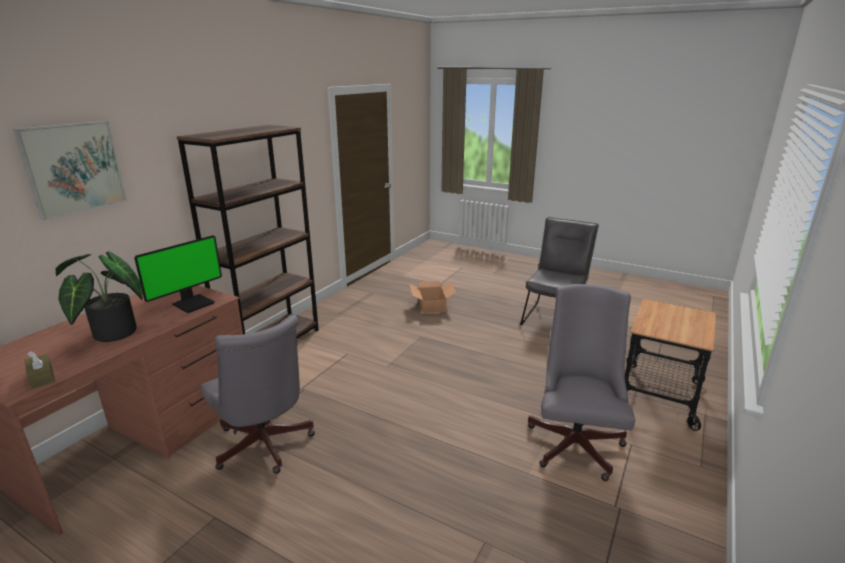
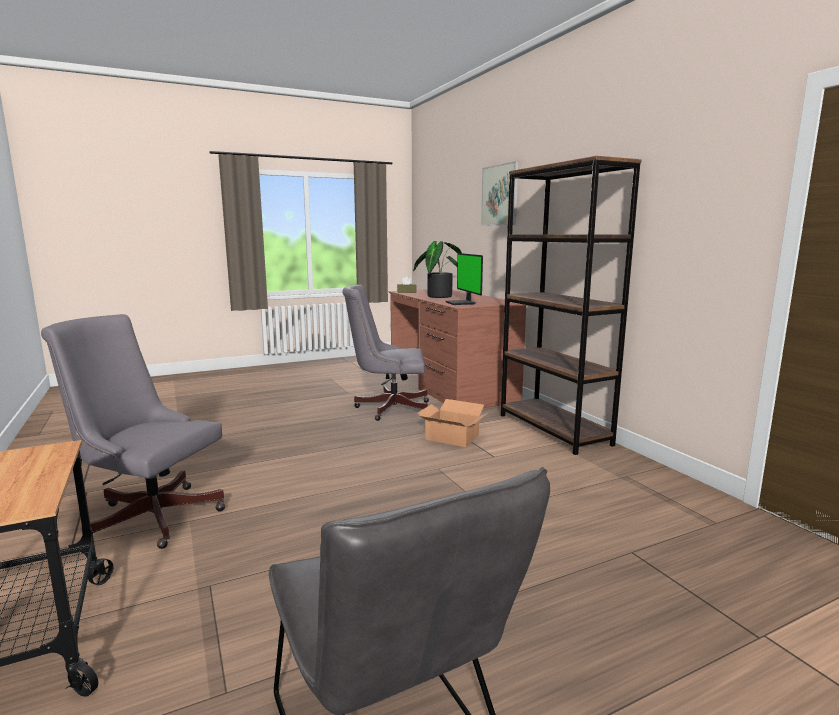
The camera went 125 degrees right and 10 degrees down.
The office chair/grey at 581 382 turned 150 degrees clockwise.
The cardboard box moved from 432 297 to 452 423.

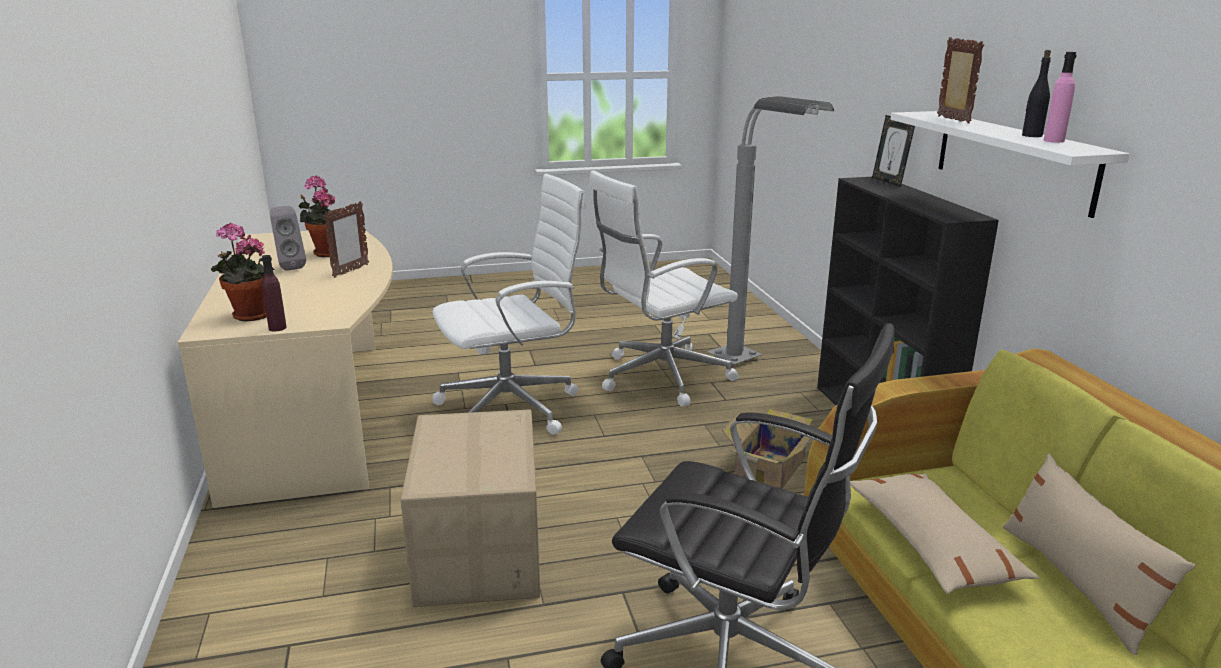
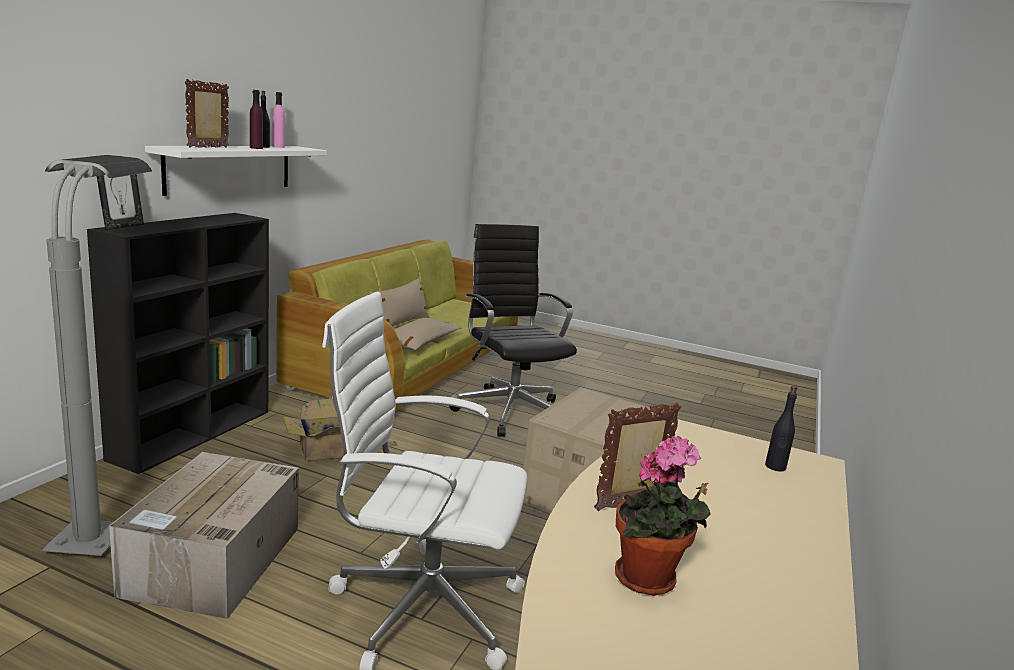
The camera went 145 degrees left and 5 degrees down.
The office chair/white at 664 288 was replaced by the cardboard box at 204 535.
The bottle/purple moved from 274 293 to 256 119.
The potted plant at 243 271 was replaced by the bottle/black at 781 428.
The speaker/grey at 288 238 disappeared.

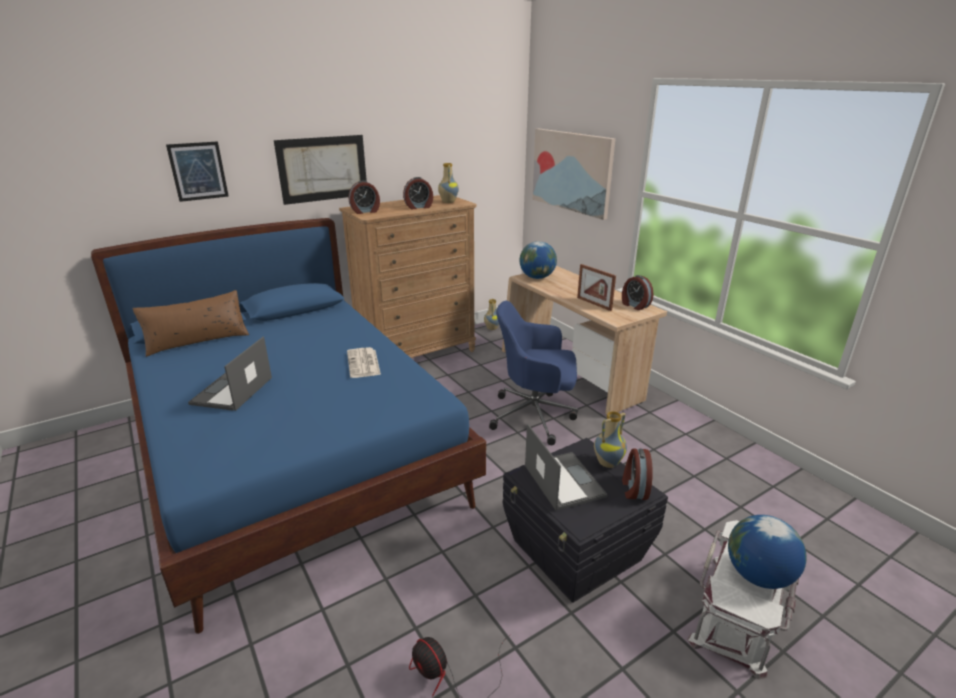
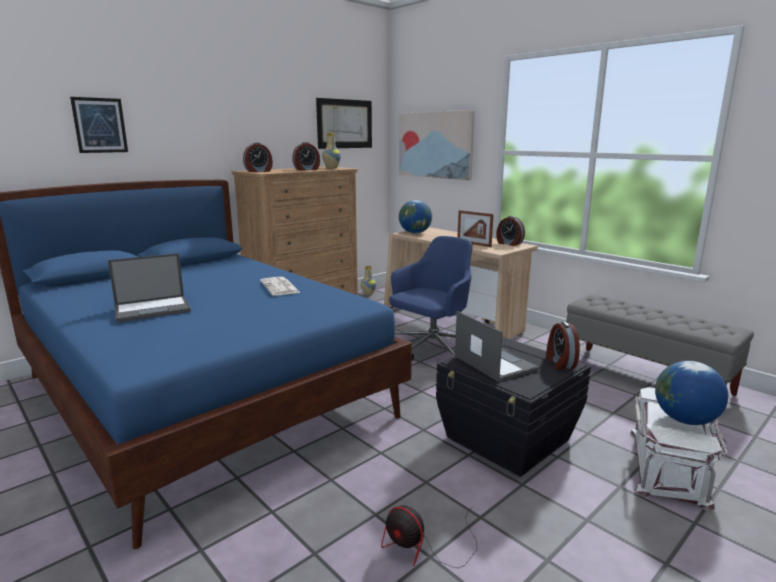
The camera went 10 degrees left and 10 degrees down.
The laptop at 230 374 turned 120 degrees counterclockwise.
The picture moved from 320 170 to 344 123.
The office chair/blue at 533 373 turned 135 degrees clockwise.
The bench/grey at 660 345 appeared.
The pillow/brown at 190 323 disappeared.
The vase at 610 439 disappeared.

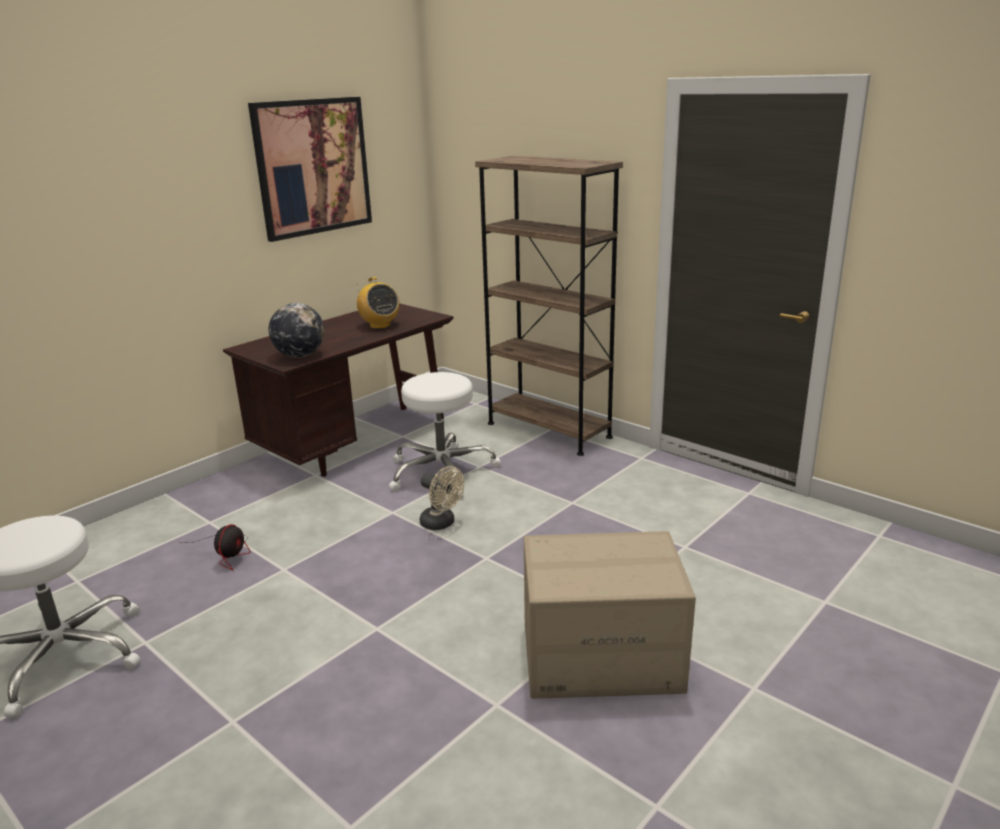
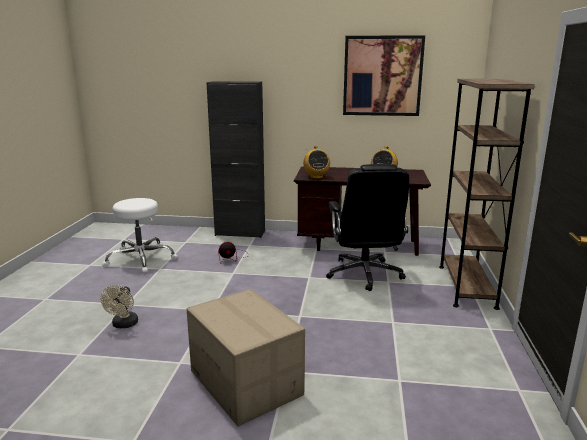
The camera went 55 degrees right and 5 degrees down.
The fan/beige moved from 442 498 to 119 306.
The cabinet/black at 235 159 appeared.
The globe at 296 330 was replaced by the radio at 316 162.
The stool/white at 445 435 was replaced by the office chair/black at 367 227.

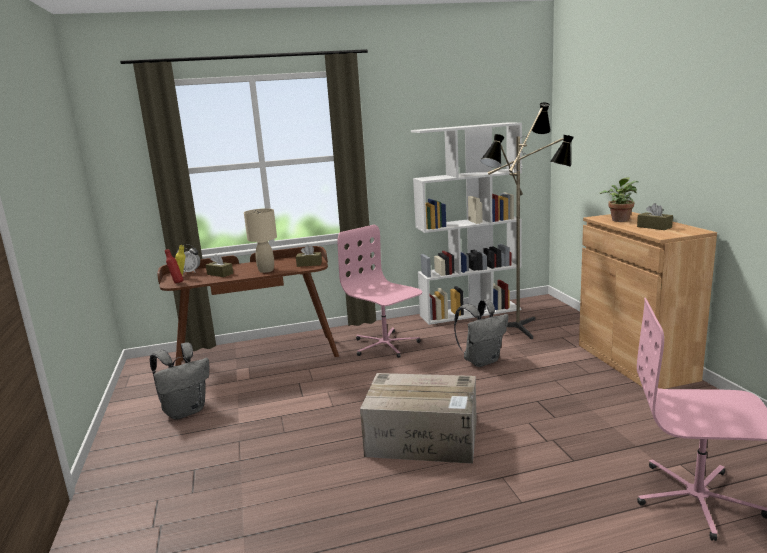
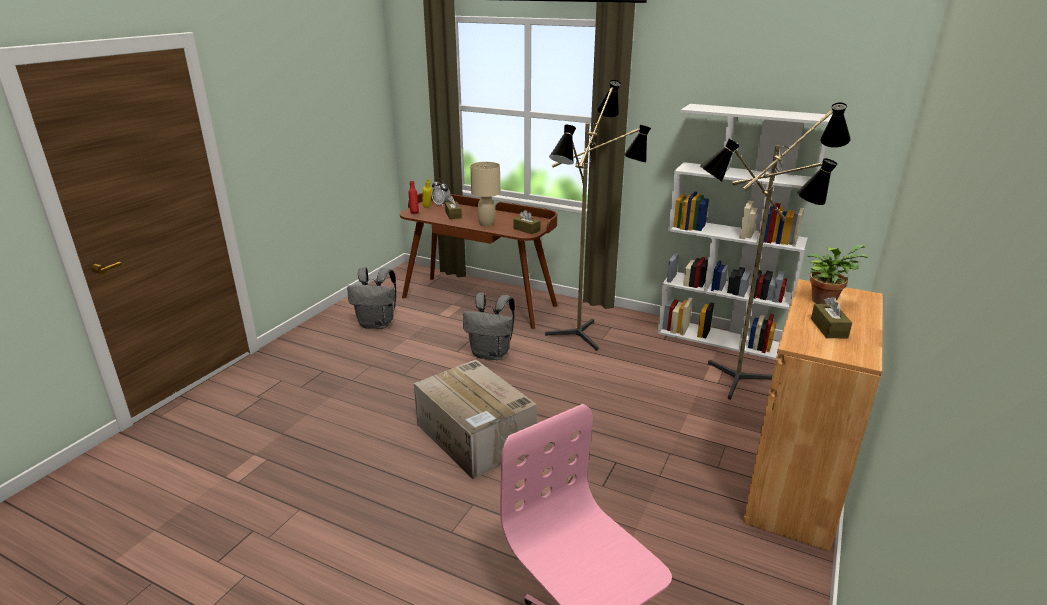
The camera went 40 degrees right and 10 degrees up.
The backpack/grey moved from 481 333 to 489 326.
The office chair/pink at 379 291 was replaced by the floor lamp at 598 215.

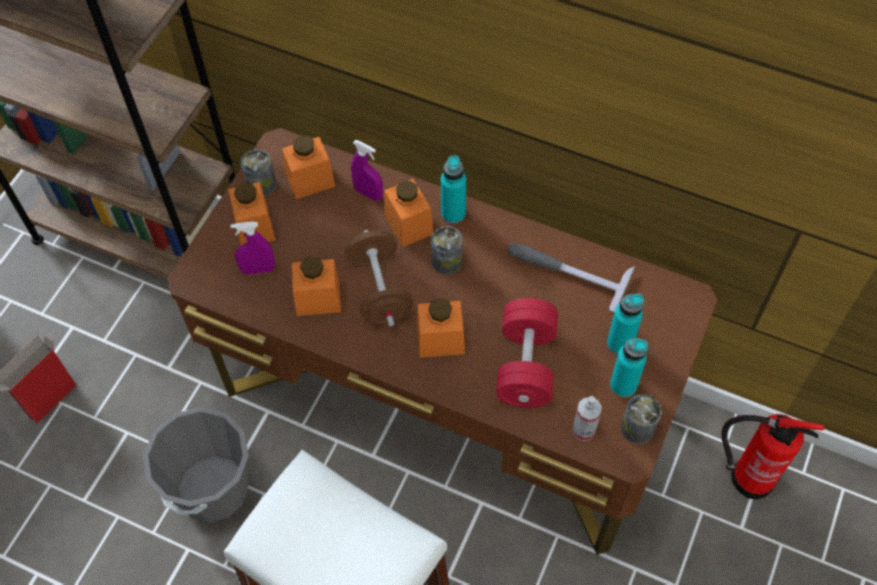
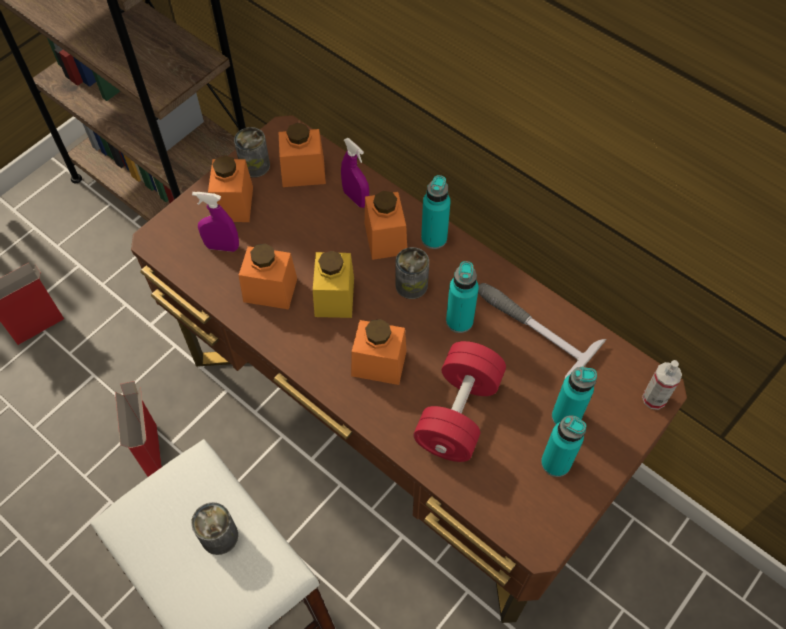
The camera went 15 degrees right and 0 degrees up.
The bucket/grey at 196 465 was replaced by the cardboard box at 138 429.
The can moved from 641 419 to 214 528.
The dumbbell/brown at 379 278 was replaced by the jar/yellow at 333 284.
The bottle/turquoise at 462 297 appeared.
The spray bottle moved from 587 418 to 662 385.
The fire extinguisher at 772 456 disappeared.

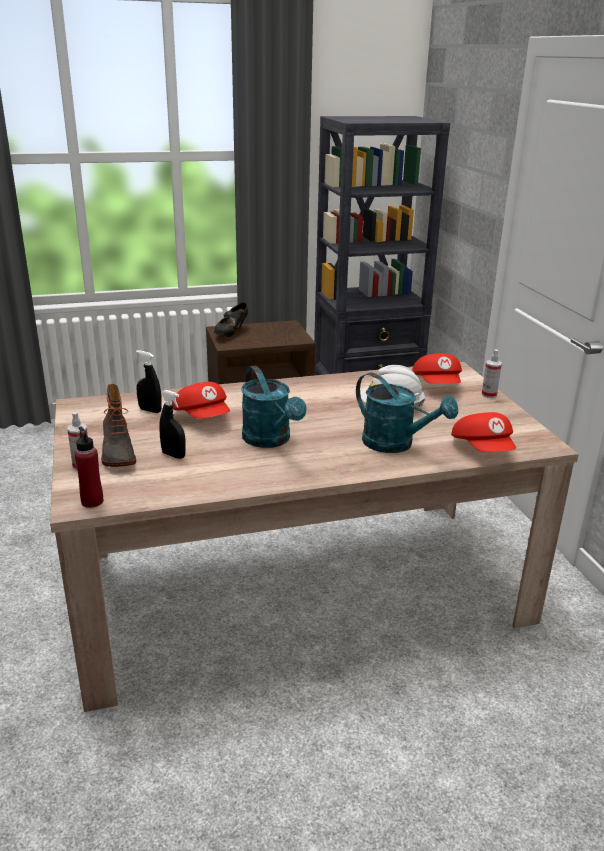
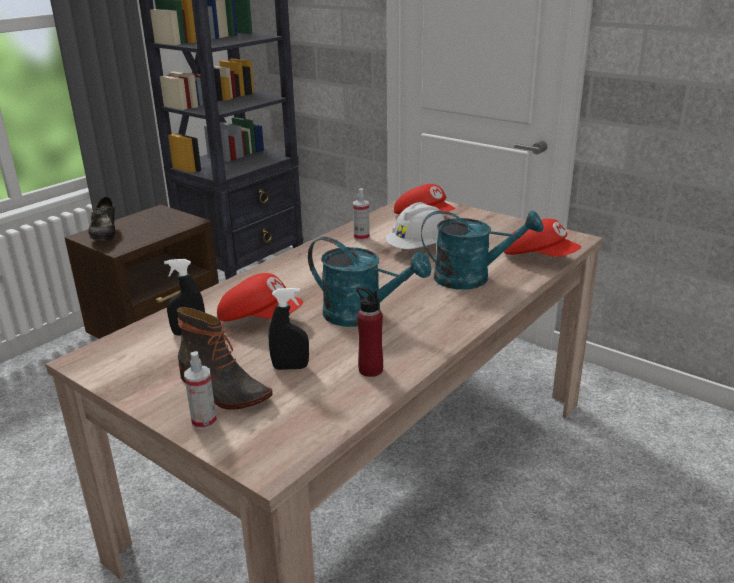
The camera went 35 degrees left and 0 degrees up.
The spray bottle moved from 492 374 to 361 214.
The bottle/red moved from 89 467 to 369 332.

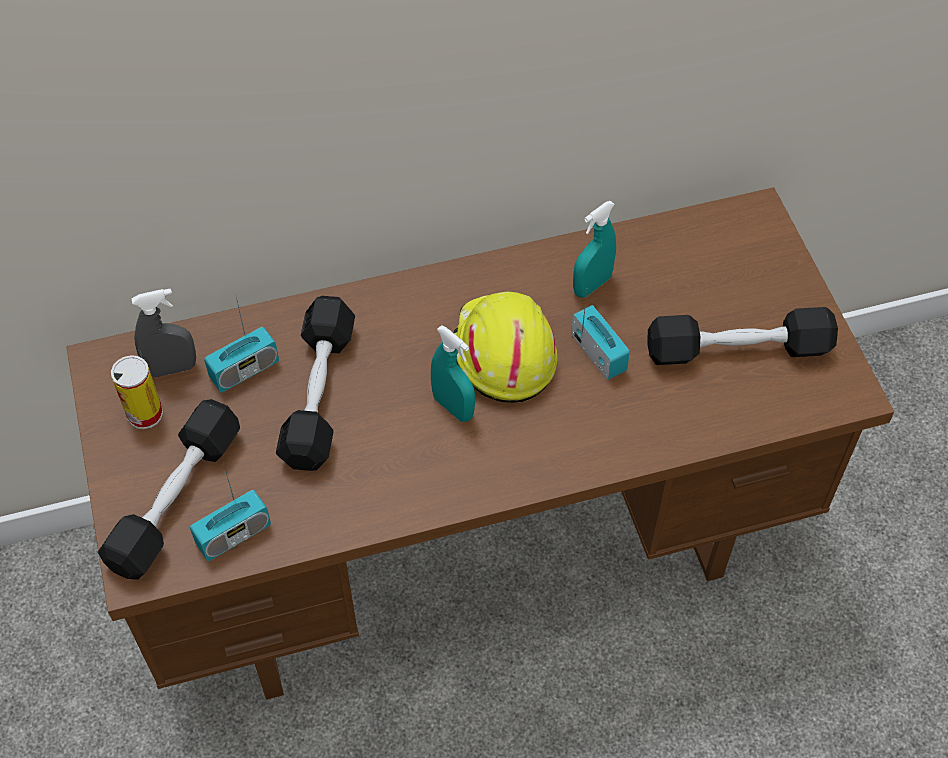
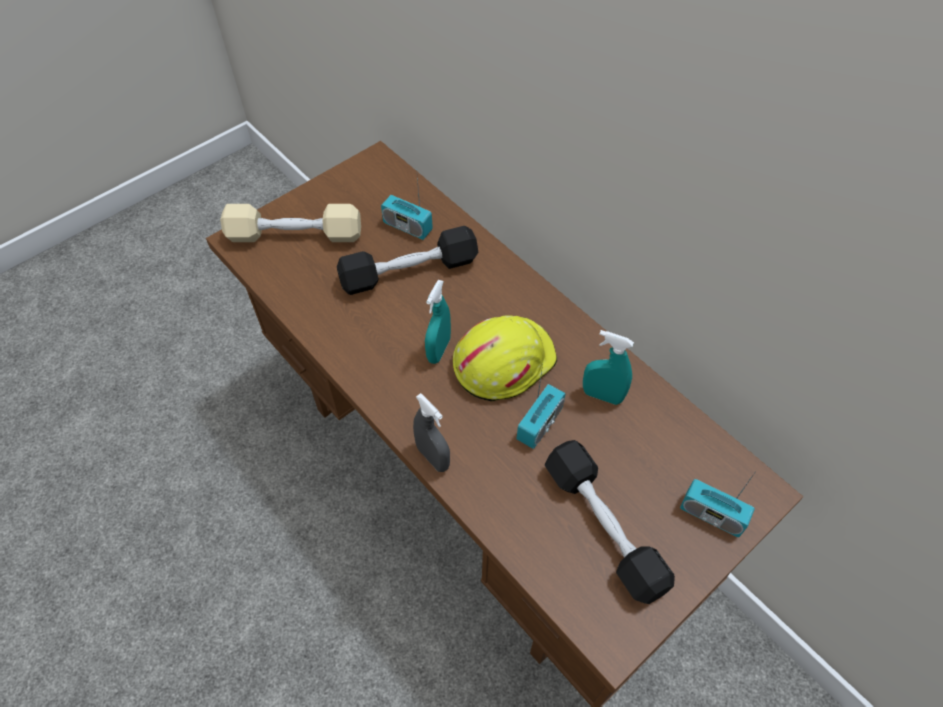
The camera went 65 degrees right and 0 degrees up.
The dumbbell/black at 169 489 became the dumbbell/beige at 290 223.
The spray bottle/grey moved from 164 332 to 431 432.
The radio moved from 230 511 to 718 504.
The can at 137 392 disappeared.

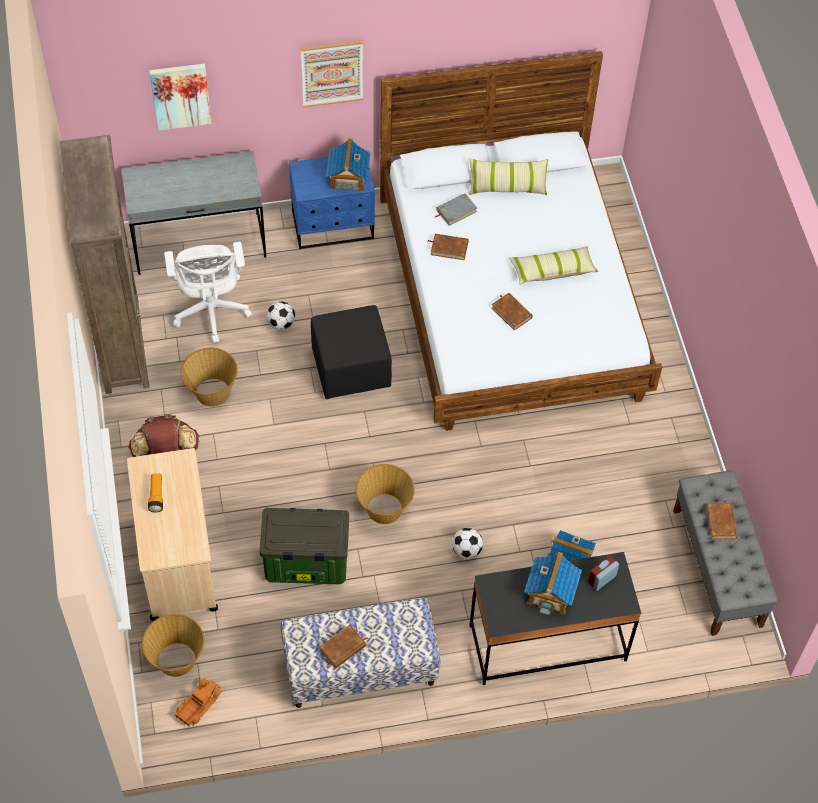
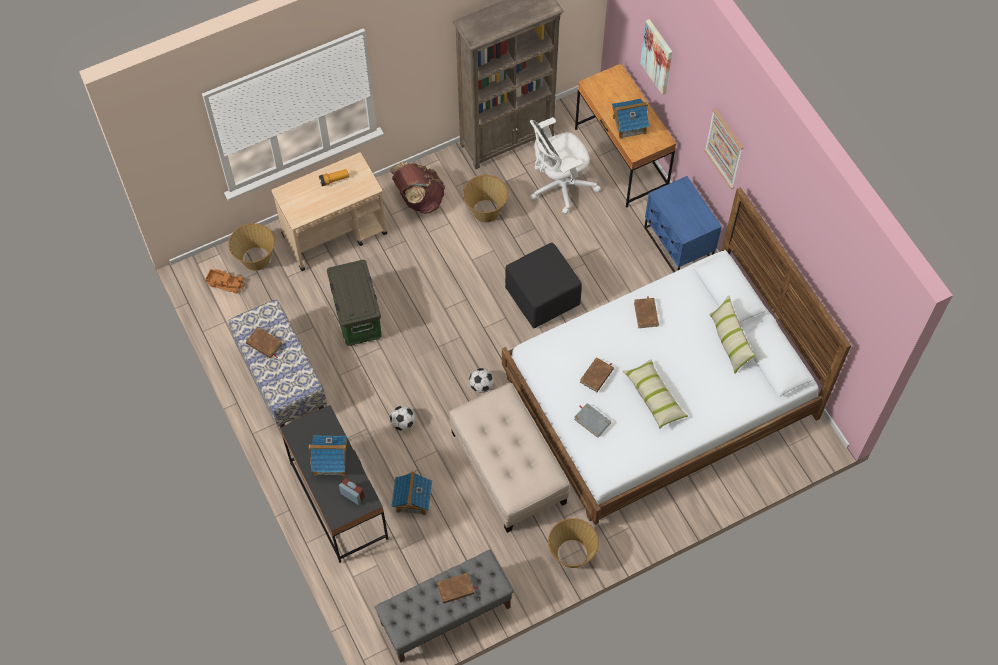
The camera went 75 degrees right and 5 degrees up.
The ottoman/beige at 509 458 appeared.
The football moved from 281 315 to 481 380.
The basket moved from 385 494 to 573 543.
The book/grey moved from 455 209 to 592 420.
The desk/grey at 193 213 became the desk/brown at 625 136.
The toy house moved from 348 165 to 630 119.

